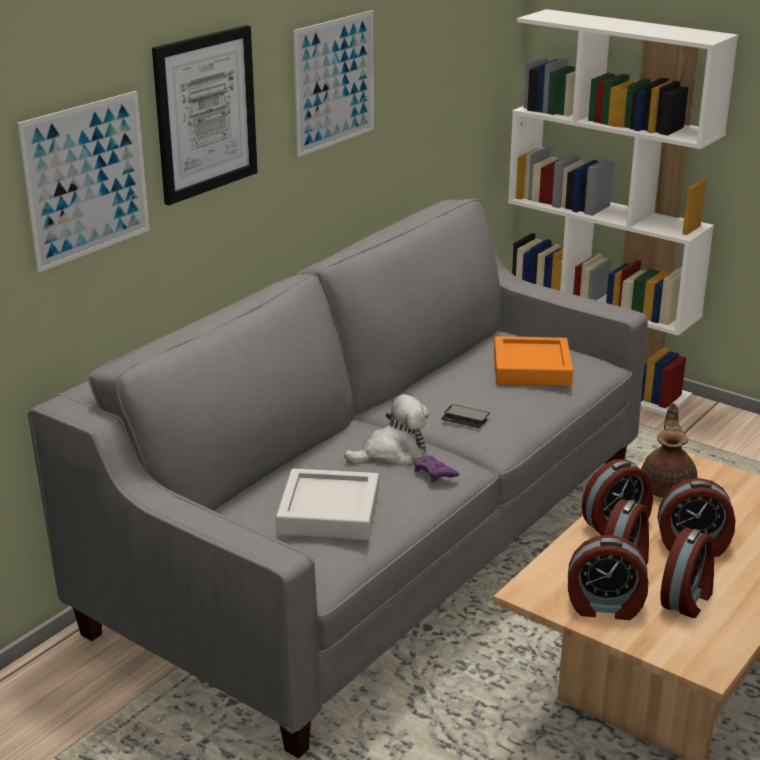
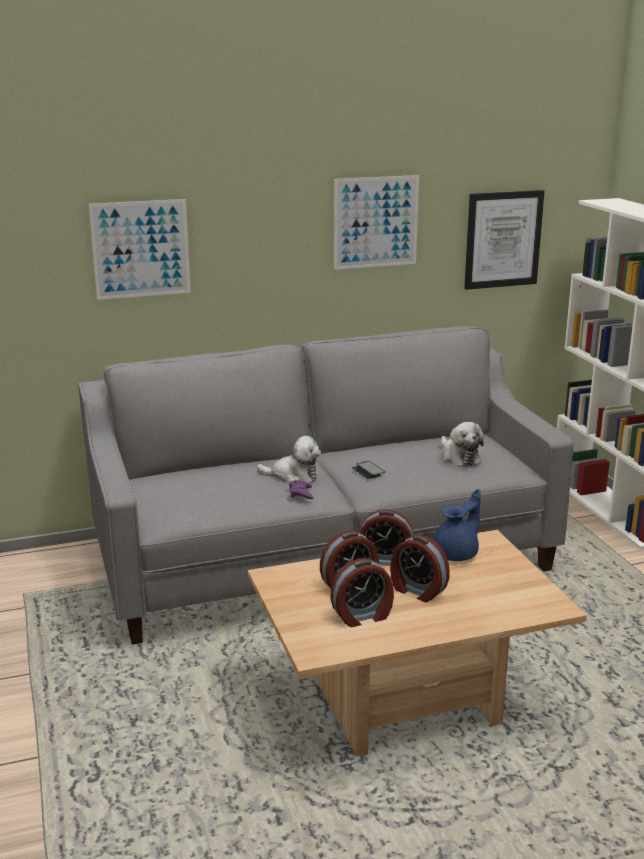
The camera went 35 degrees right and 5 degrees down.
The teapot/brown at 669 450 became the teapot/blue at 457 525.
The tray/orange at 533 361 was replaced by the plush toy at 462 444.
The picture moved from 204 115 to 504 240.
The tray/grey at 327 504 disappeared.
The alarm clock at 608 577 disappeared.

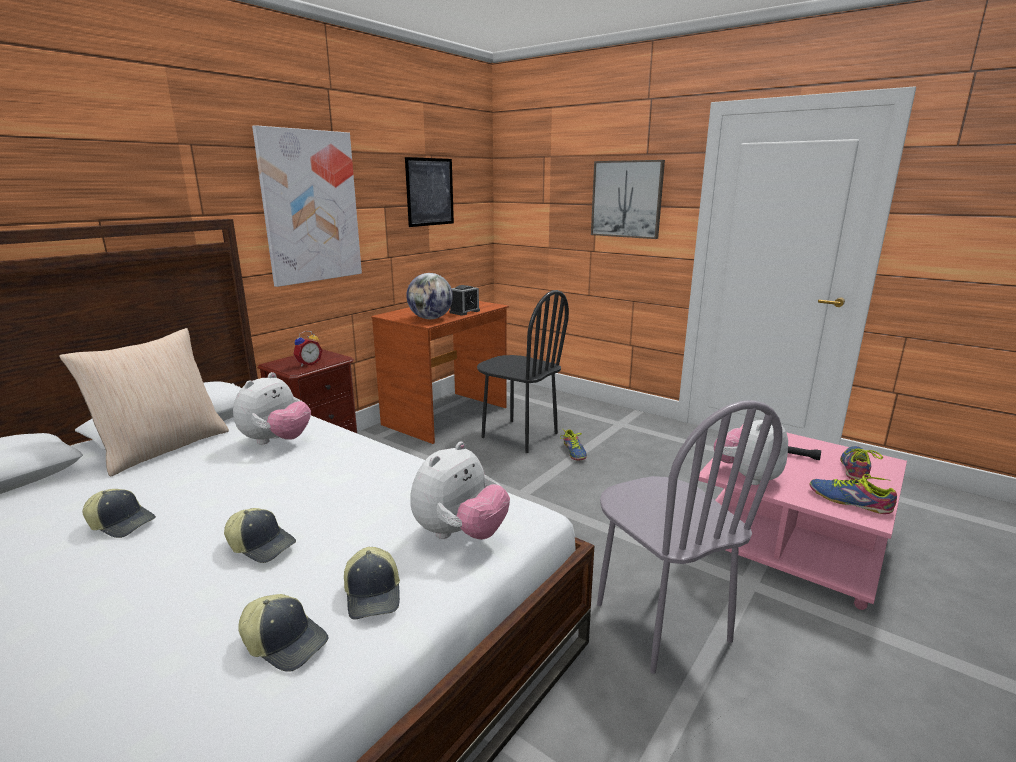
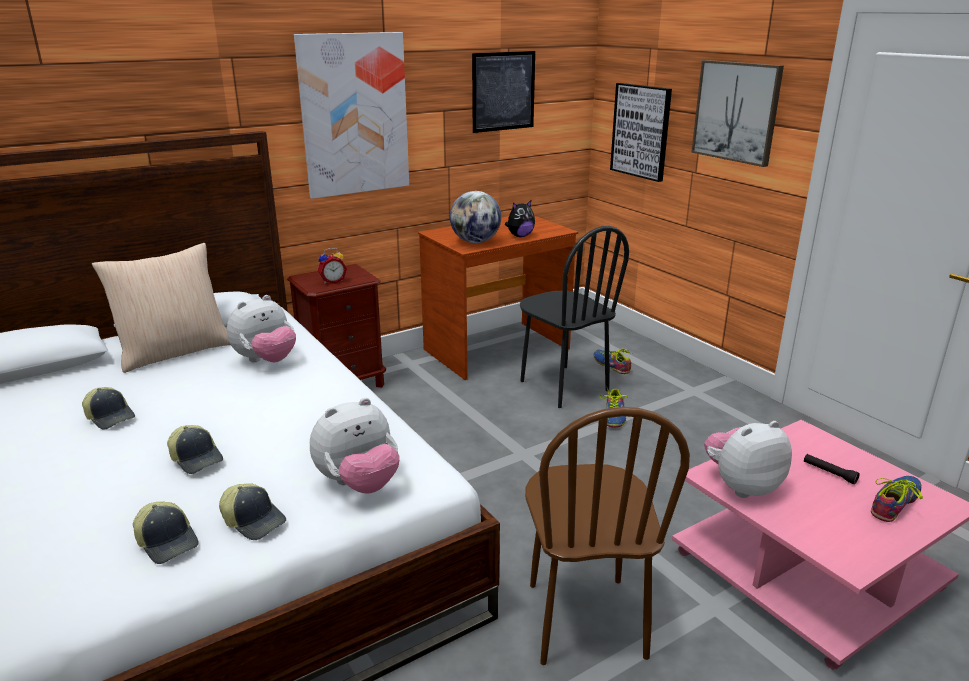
The camera went 20 degrees right and 5 degrees up.
The cap at 372 583 turned 60 degrees counterclockwise.
The alarm clock at 464 300 was replaced by the plush toy at 520 218.
The chair/grey at 689 537 became the chair/brown at 607 536.
The shoe moved from 853 494 to 613 361.
The picture at 641 132 appeared.

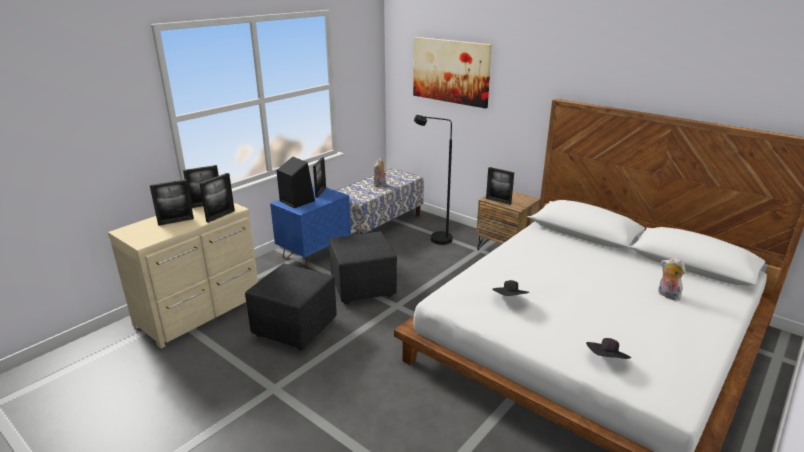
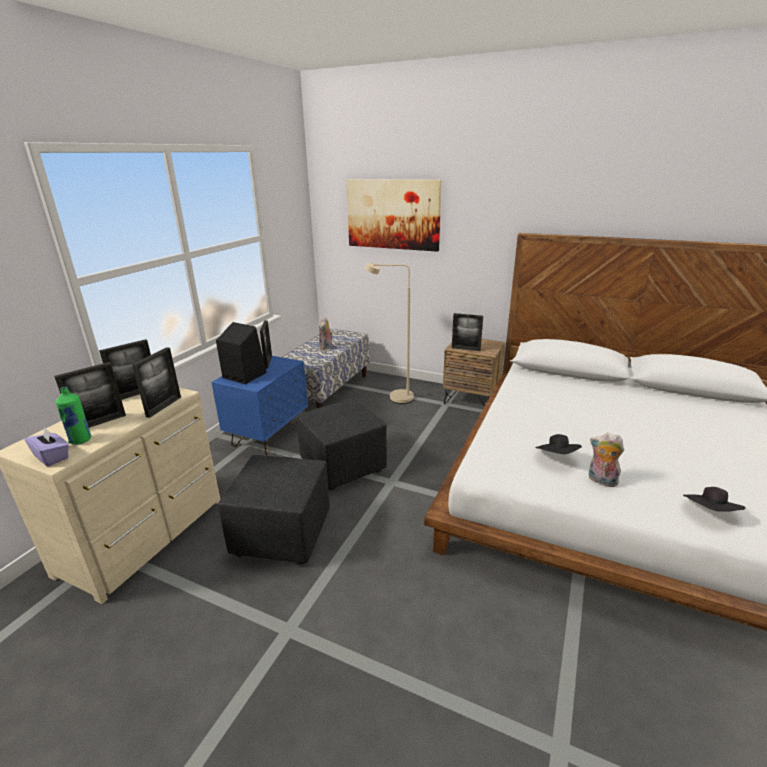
The camera went 15 degrees left and 0 degrees up.
The tissue box/purple at 47 446 appeared.
The bottle/green at 73 416 appeared.
The floor lamp/black at 433 180 became the floor lamp/beige at 389 333.
The plush toy moved from 672 279 to 606 460.

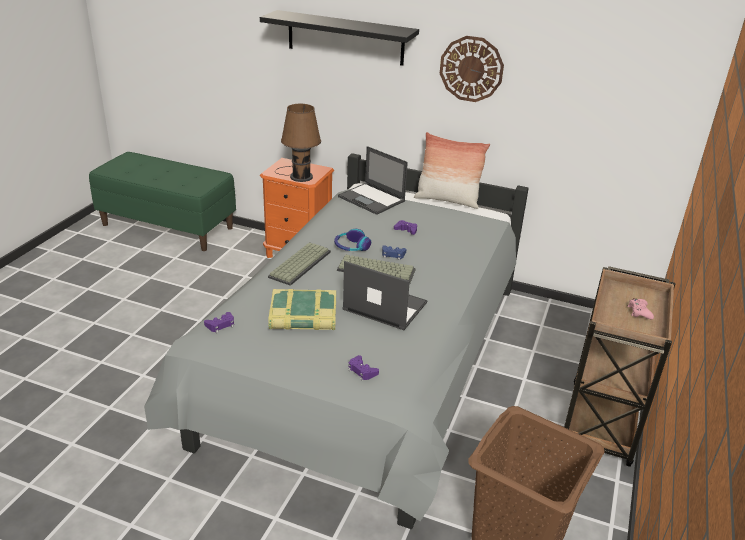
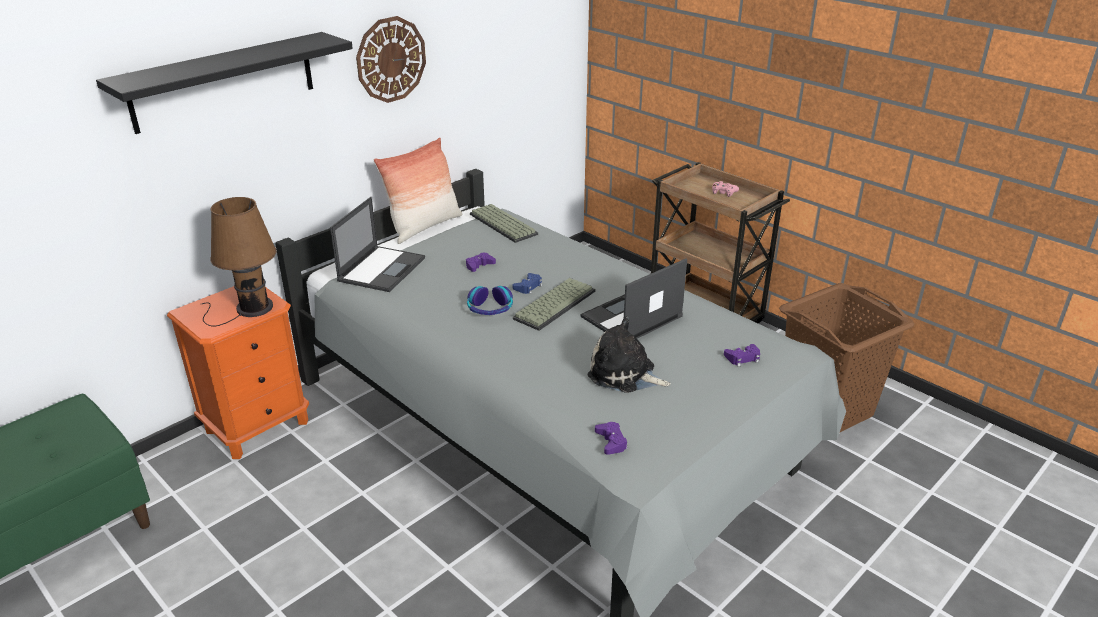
The camera went 65 degrees left and 0 degrees up.
The laptop at 373 180 turned 45 degrees counterclockwise.
The keyboard moved from 299 264 to 504 223.
The book at 302 309 was replaced by the plush toy at 629 355.

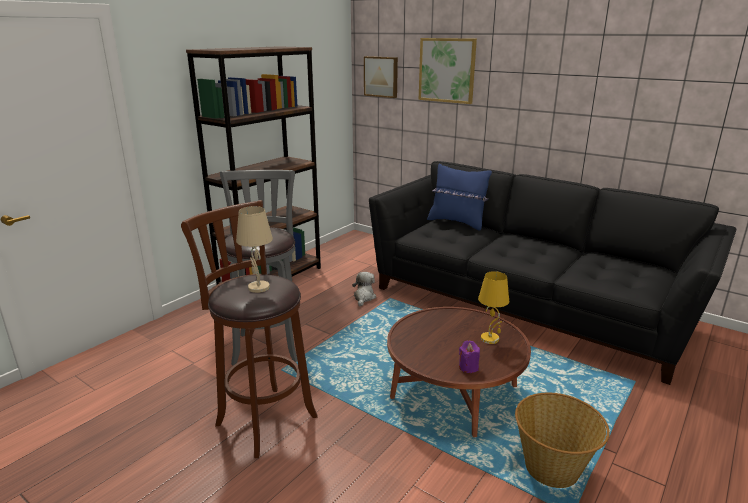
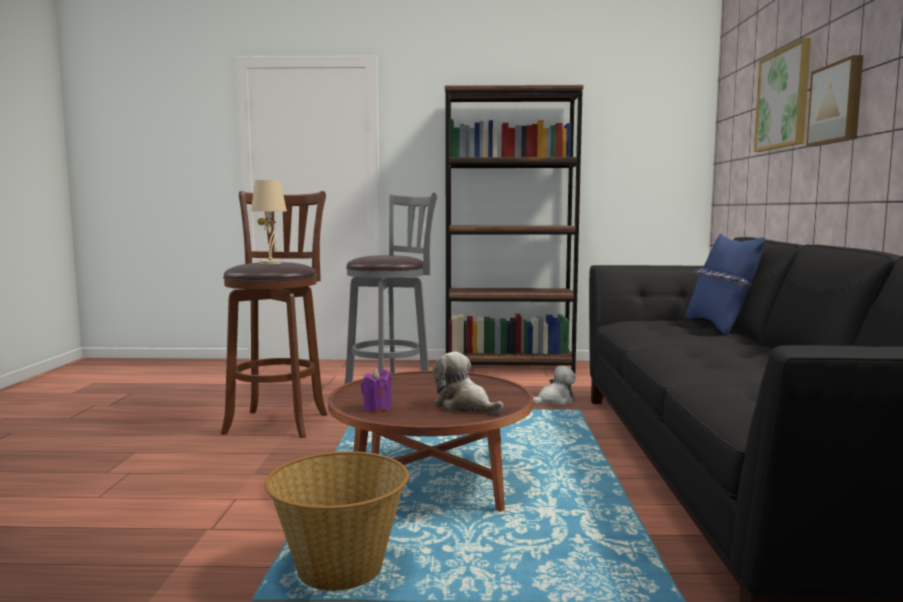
The camera went 55 degrees right and 15 degrees down.
The table lamp/yellow at 493 307 was replaced by the plush toy at 468 382.
The picture moved from 381 77 to 834 101.

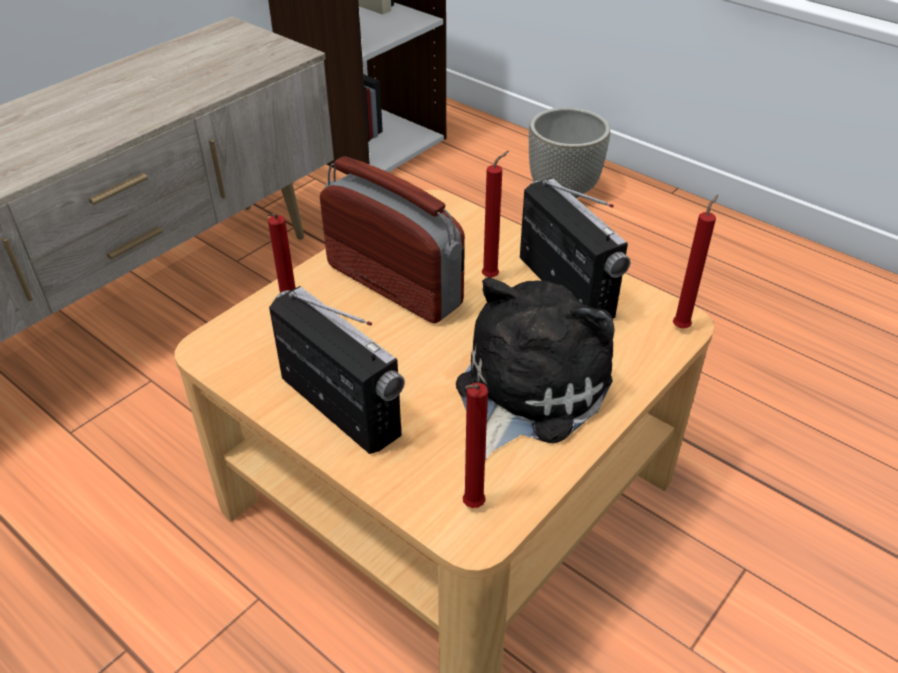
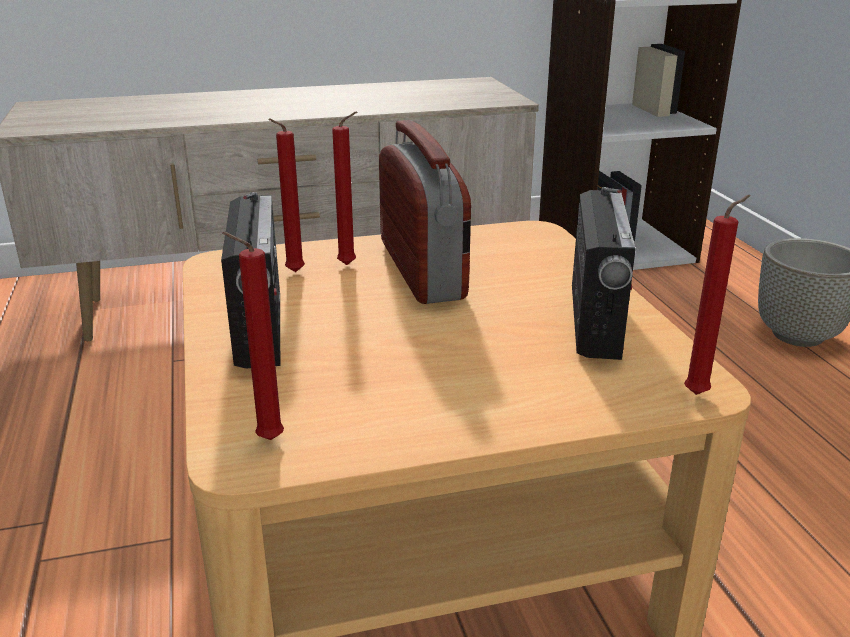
The camera went 35 degrees right and 15 degrees down.
The candle/red moved from 495 214 to 344 188.
The plush toy at 535 368 disappeared.

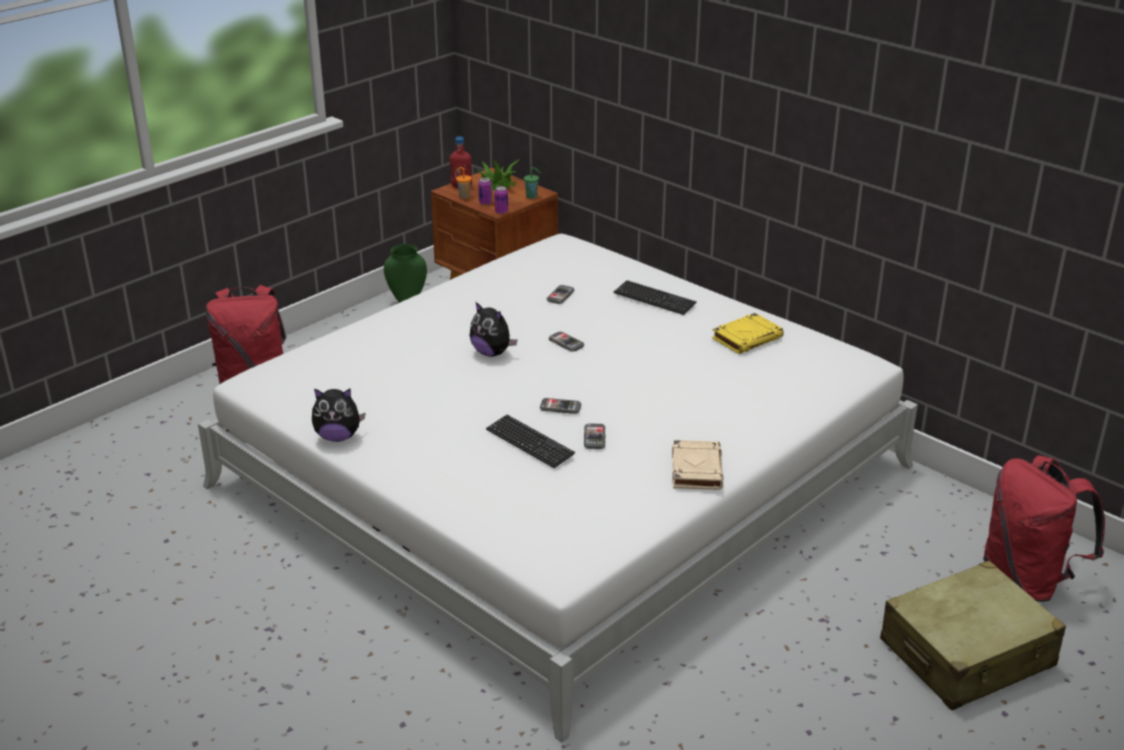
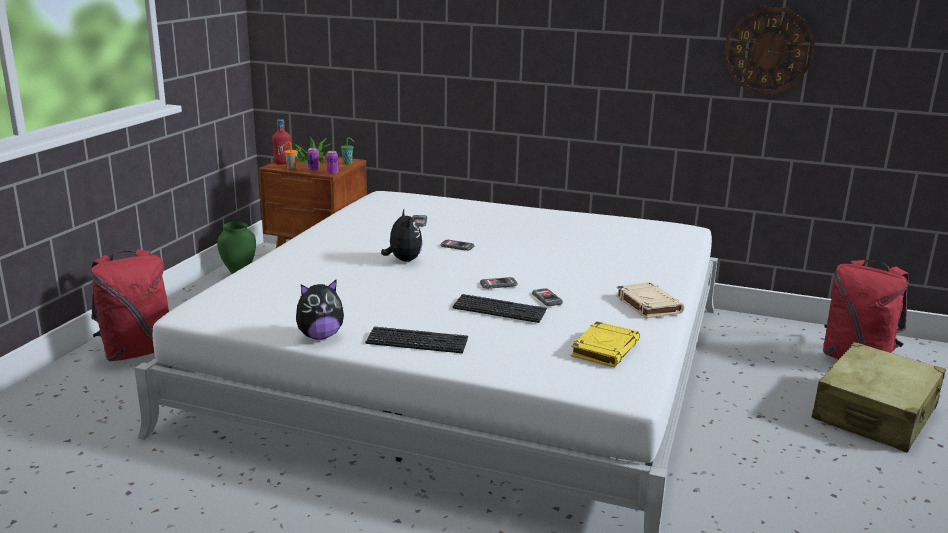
The camera went 25 degrees left and 10 degrees down.
The keyboard moved from 655 297 to 417 340.
The plush toy at 493 329 turned 120 degrees counterclockwise.
The book/yellow moved from 748 333 to 605 344.
The wall clock at 769 50 appeared.

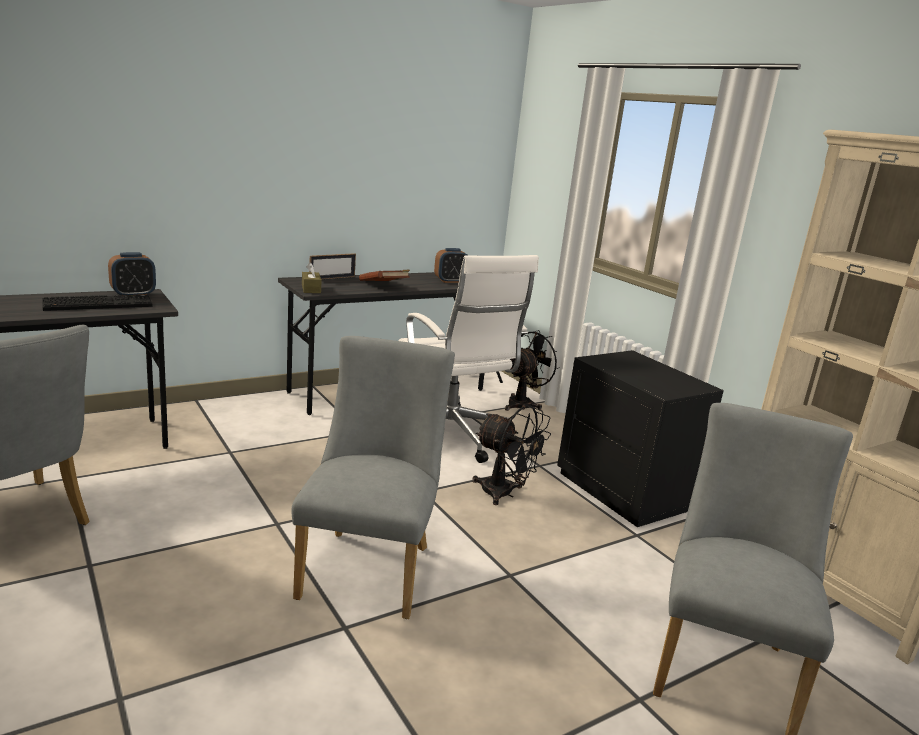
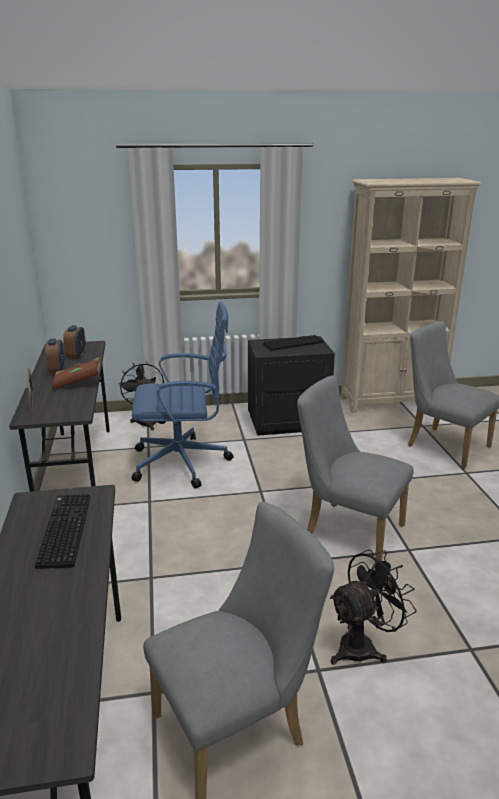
The camera went 65 degrees left and 5 degrees up.
The alarm clock moved from 132 274 to 55 356.
The office chair/white at 469 359 became the office chair/blue at 183 395.
The keyboard at 293 343 appeared.
The fan/black moved from 511 455 to 373 607.
The tissue box/brown at 312 277 disappeared.

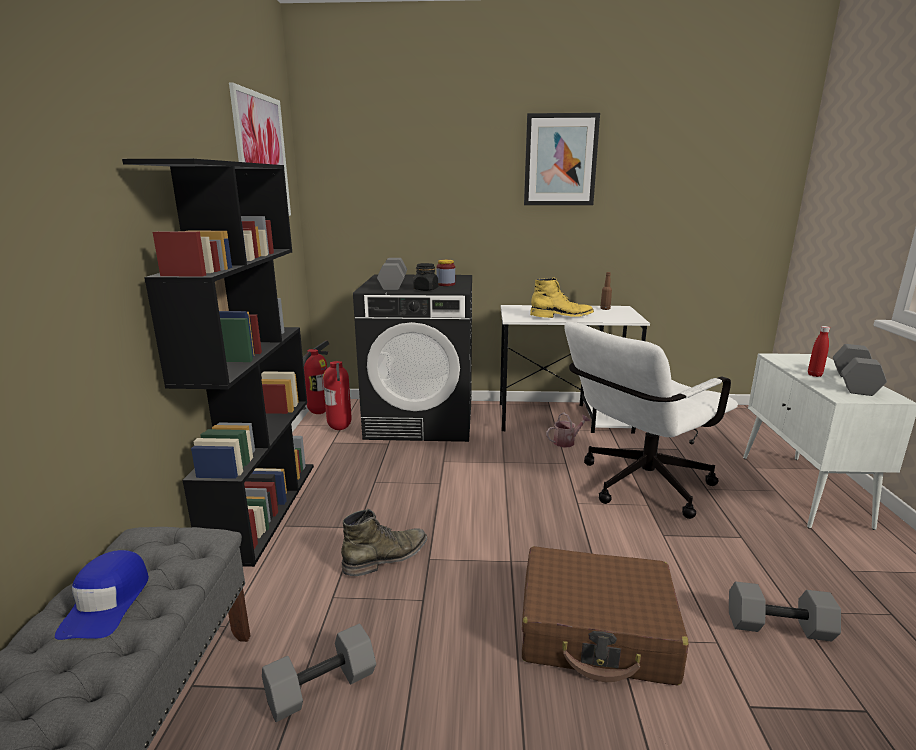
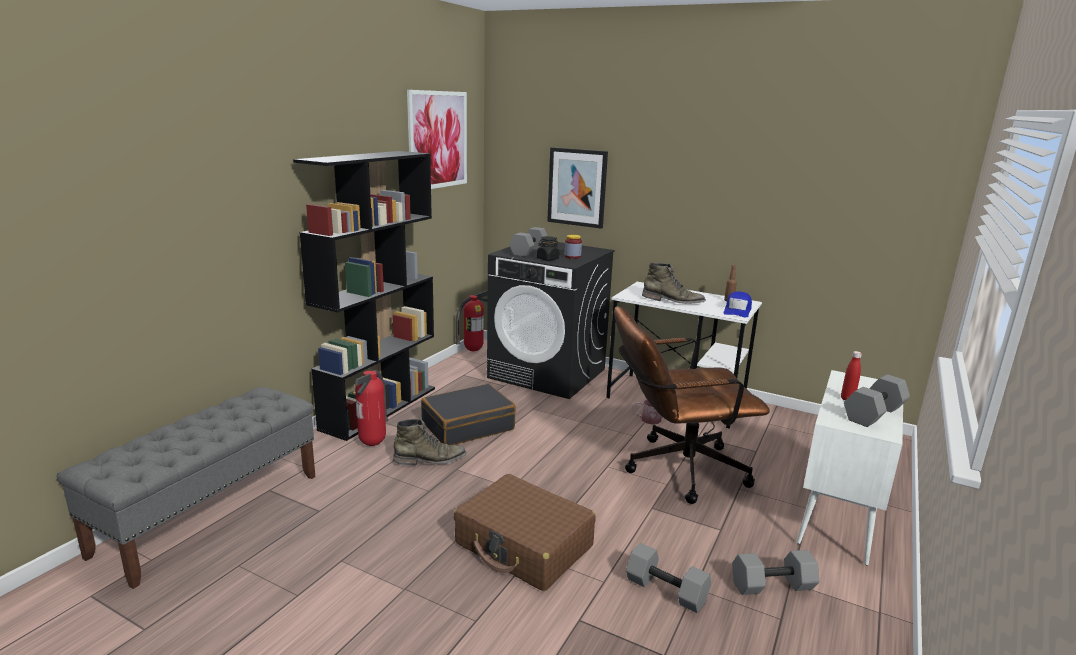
The camera went 25 degrees right and 0 degrees up.
The fire extinguisher moved from 337 395 to 372 408.
The suitcase/black at 468 414 appeared.
The picture moved from 562 159 to 577 188.
The office chair/white at 651 420 became the office chair/brown at 692 405.
The boot/yellow at 562 297 became the boot/green at 674 283.
The cap/blue moved from 102 595 to 738 304.
The dumbbell/grey moved from 319 673 to 775 572.

